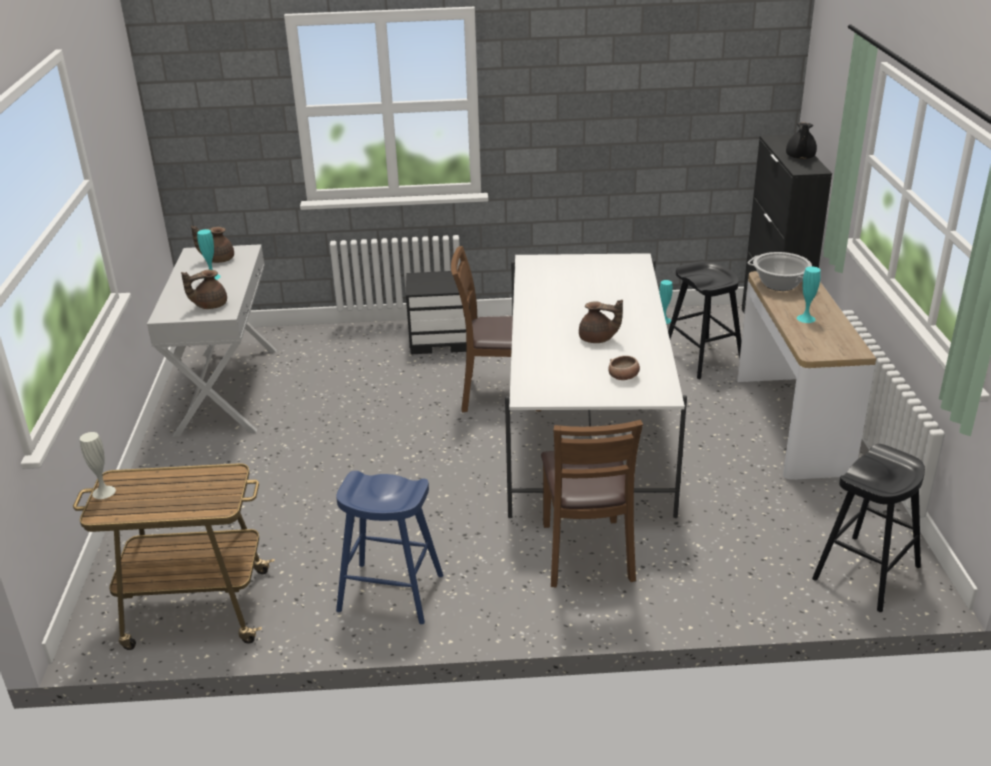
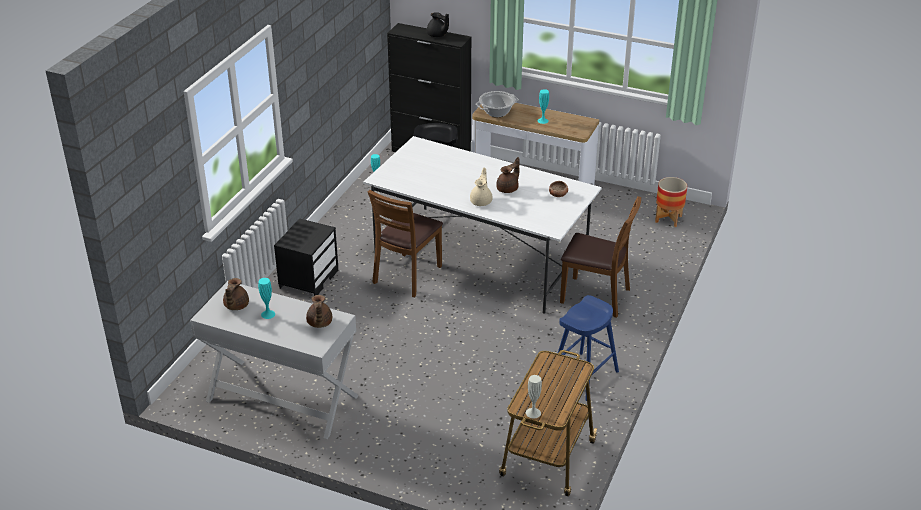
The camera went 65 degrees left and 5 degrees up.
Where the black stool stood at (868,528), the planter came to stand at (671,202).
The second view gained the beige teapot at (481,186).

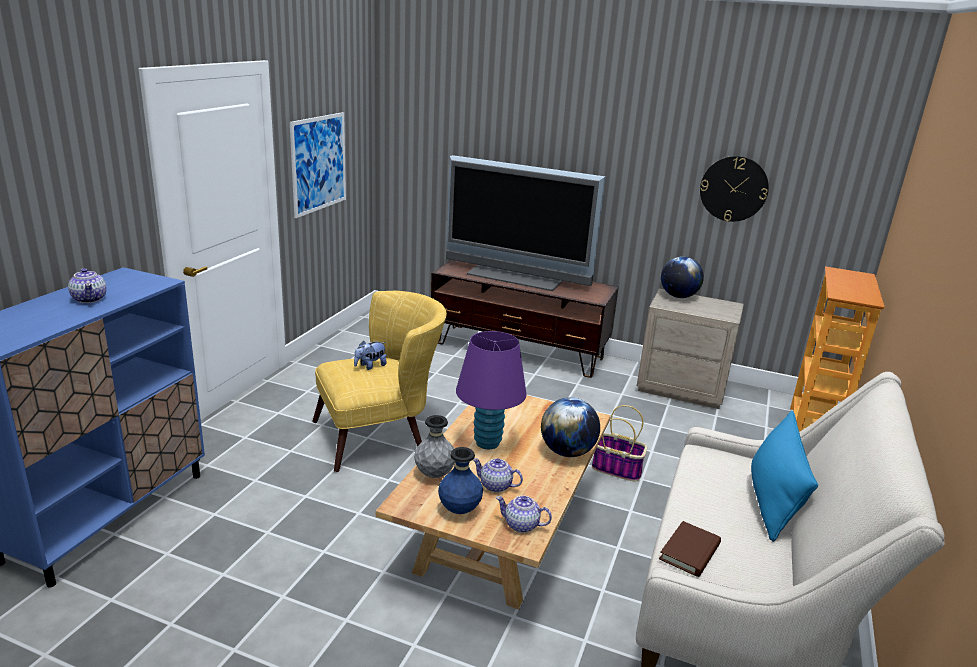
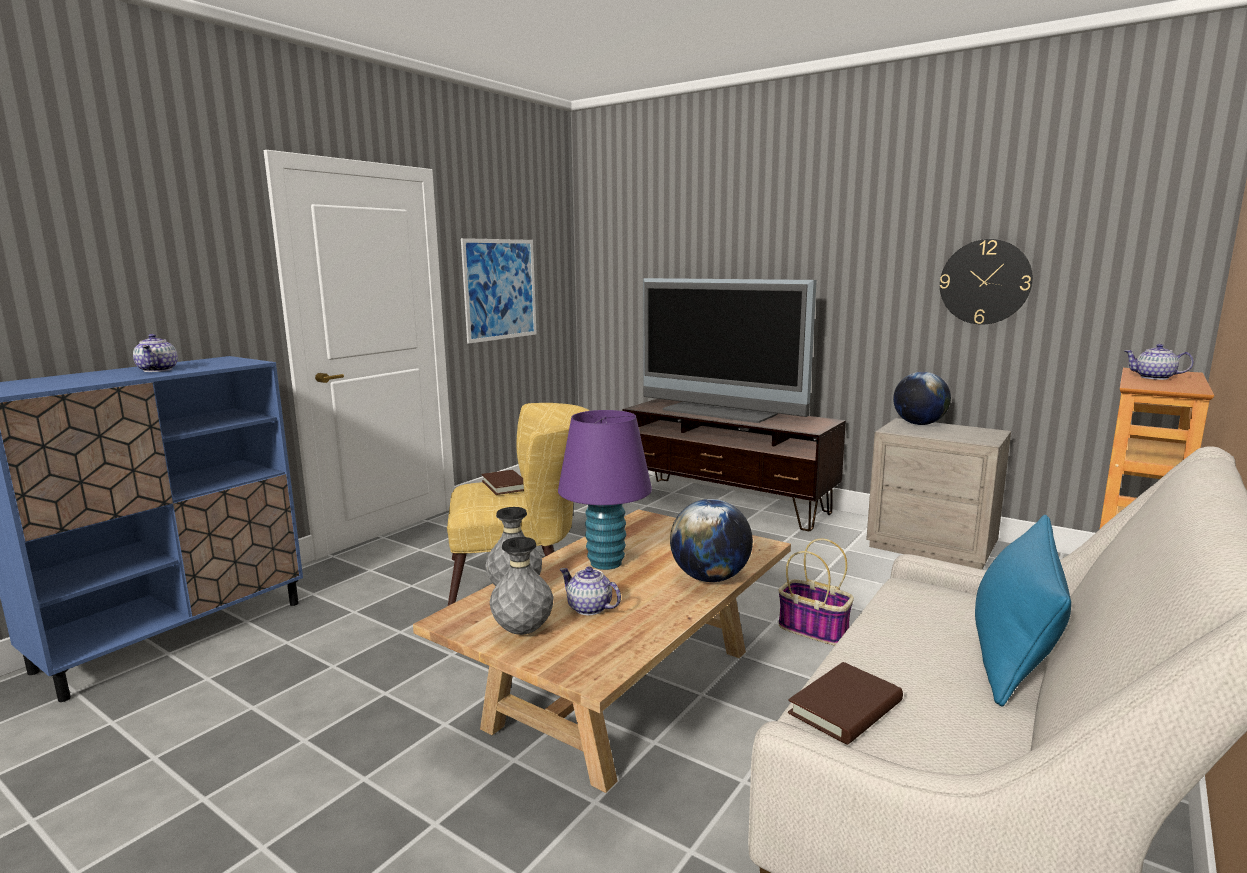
The camera went 15 degrees right and 10 degrees down.
Where the plush toy stood at (370,355), the brown book came to stand at (502,482).
What was the blue vase at (460,480) turned into the grey vase at (521,586).
The teapot ended up elsewhere, having gone from (524,514) to (1159,362).

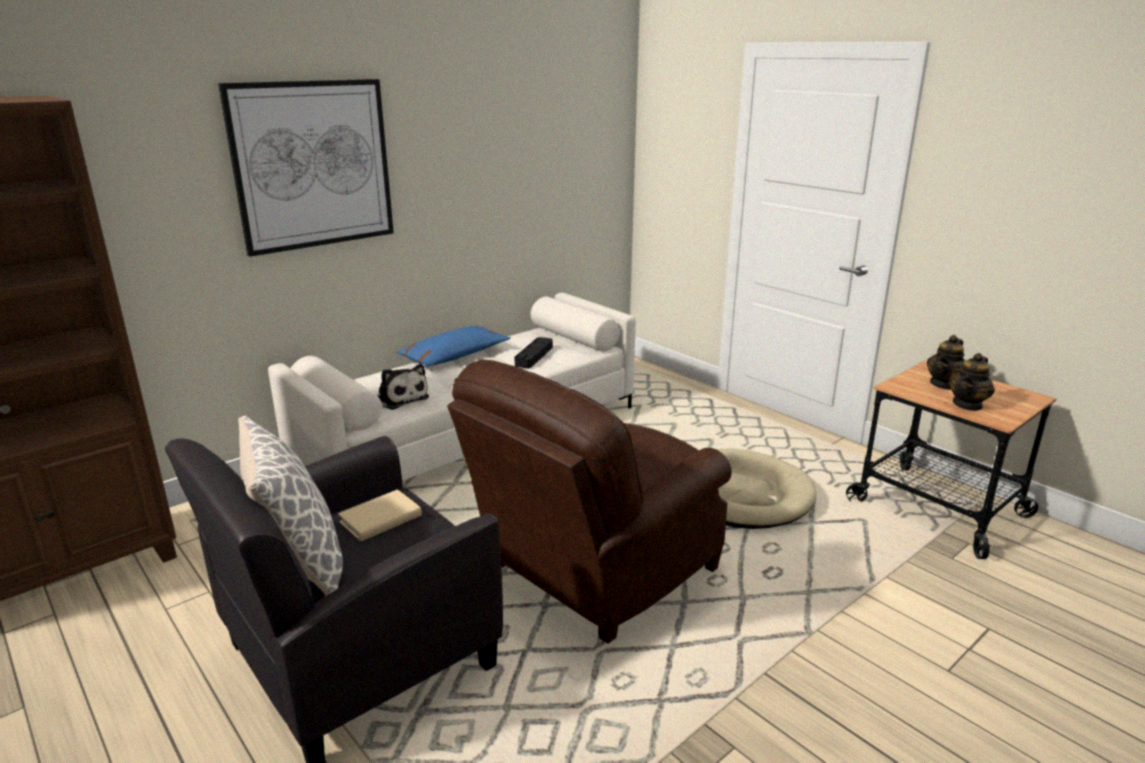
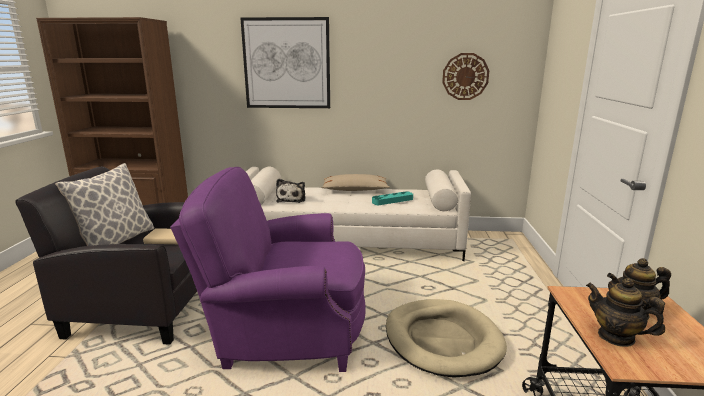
The camera went 45 degrees right and 5 degrees down.
What was the blue pillow at (454,346) turned into the beige pillow at (356,182).
What was the brown armchair at (589,502) turned into the purple armchair at (268,269).
What was the black tray at (534,352) turned into the turquoise tray at (392,198).
The teapot at (972,382) ended up facing another way, 45 degrees clockwise from before.
The second view gained the wall clock at (465,76).

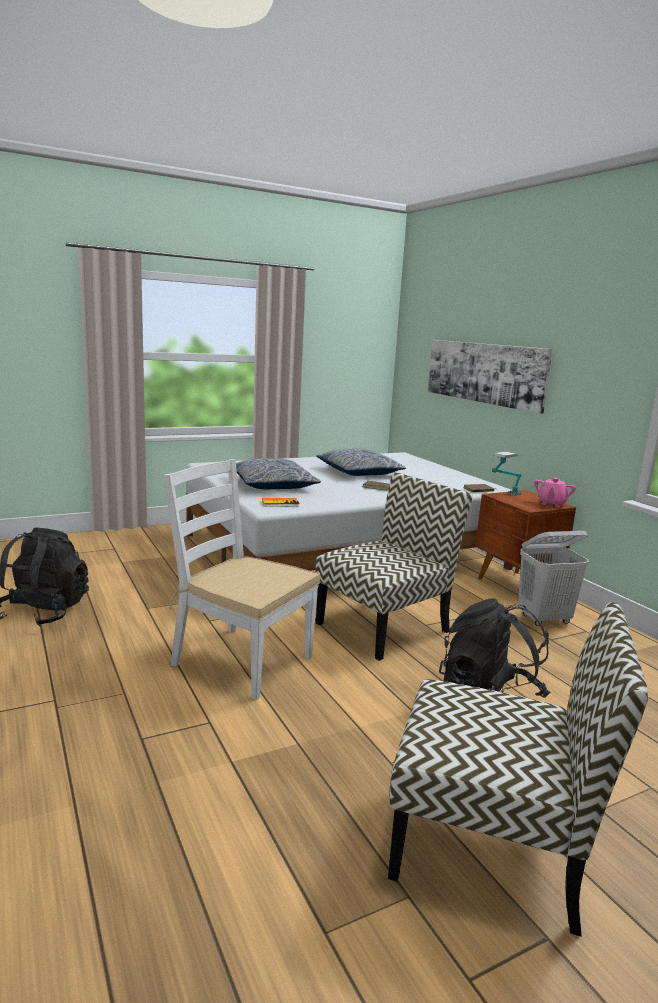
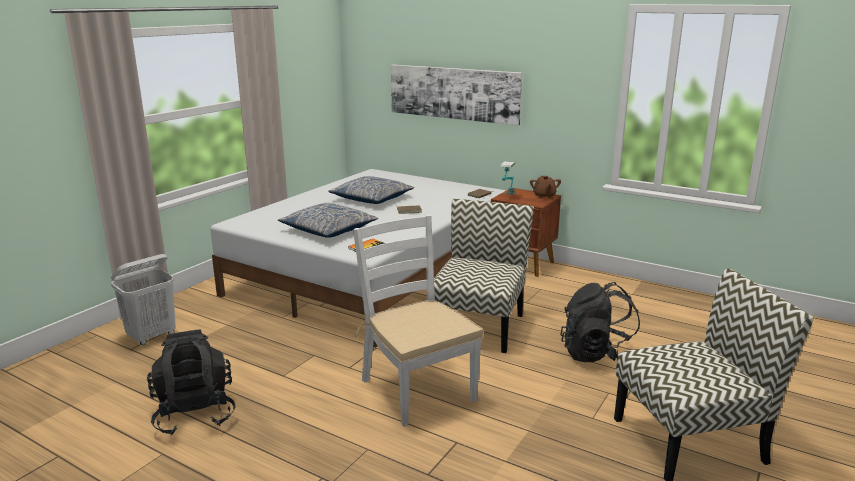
The camera went 30 degrees left and 5 degrees up.
The white chair at (241,579) ended up facing another way, 60 degrees clockwise from before.
The white laundry basket ended up elsewhere, having gone from (553,578) to (143,299).
What was the pink teapot at (555,492) turned into the brown teapot at (545,187).

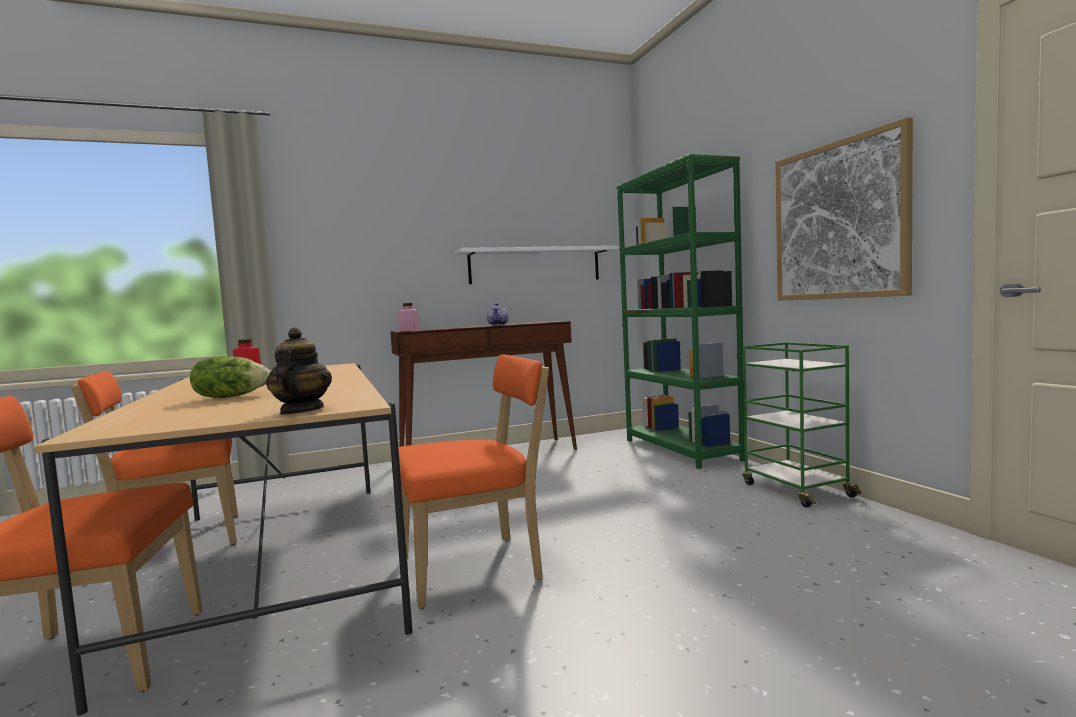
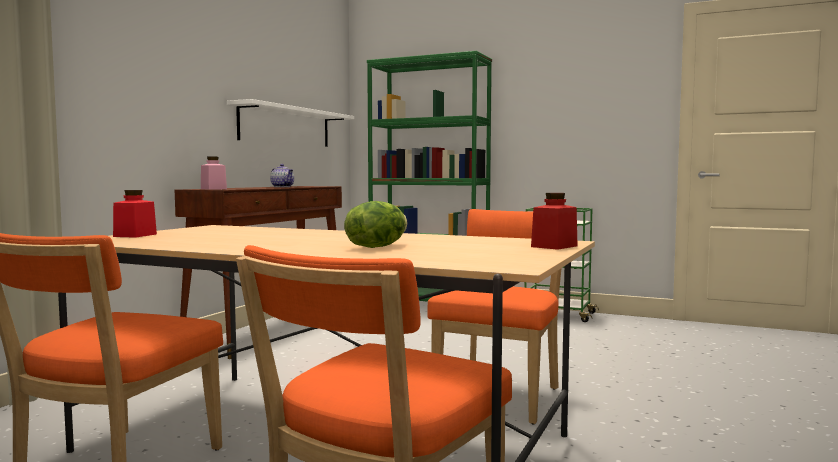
The camera went 45 degrees left and 0 degrees up.
Where the teapot stood at (299,371), the red jar came to stand at (554,221).
The second view lost the picture at (844,209).

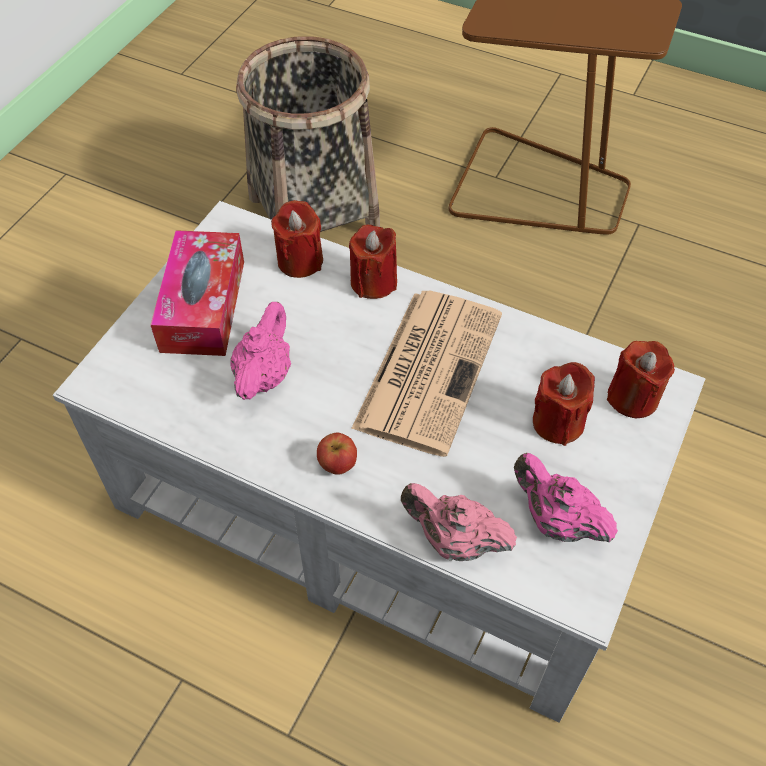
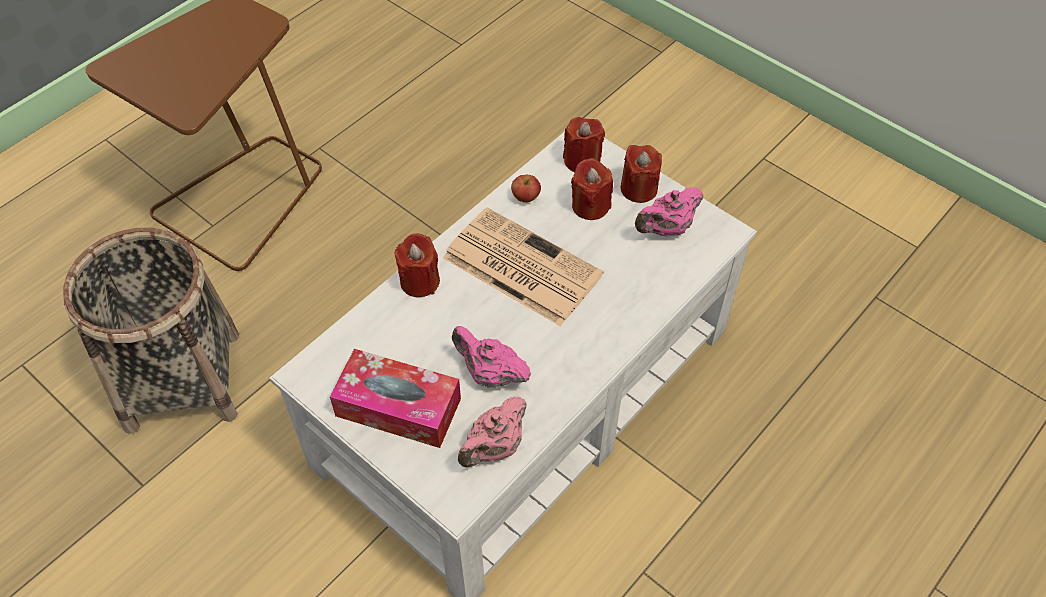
The camera went 75 degrees left and 0 degrees up.
The red candle ended up elsewhere, having gone from (297,239) to (641,174).
The apple ended up elsewhere, having gone from (337,454) to (526,189).
The pink teapot ended up elsewhere, having gone from (459,522) to (492,432).

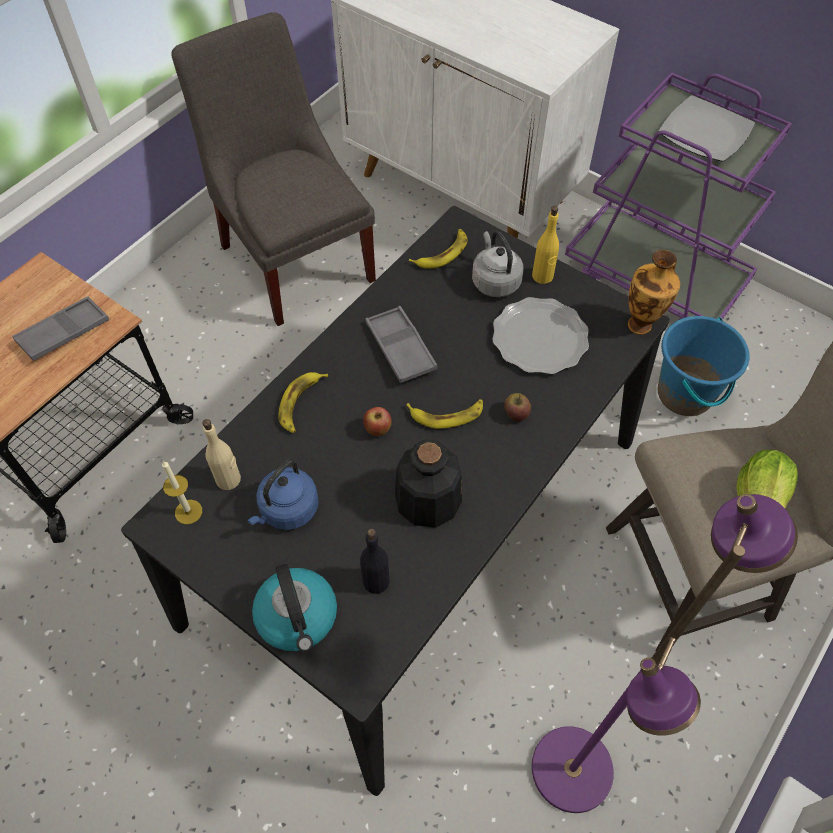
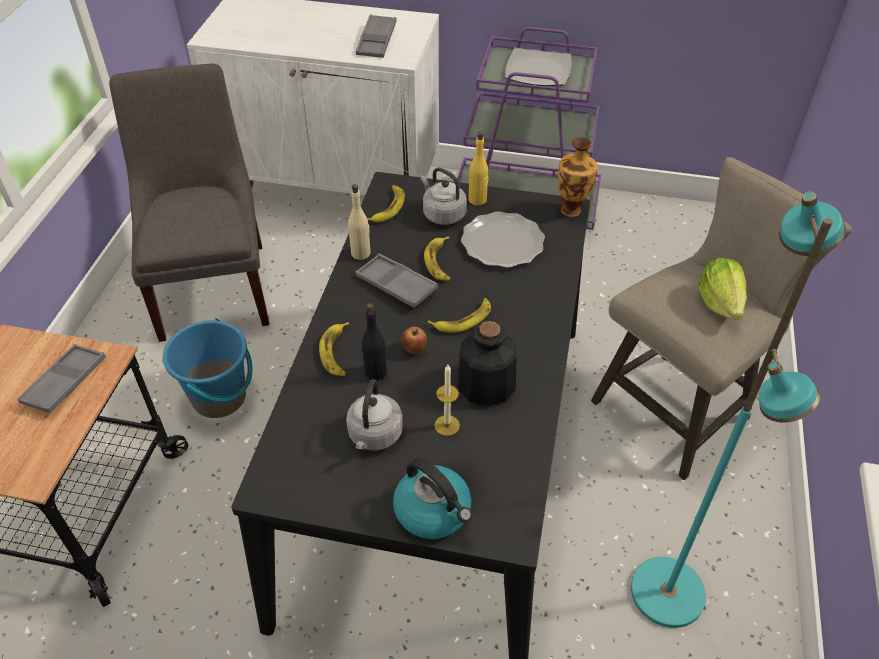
The camera went 25 degrees left and 10 degrees down.
The candle ended up elsewhere, having gone from (182,493) to (447,400).
The grey chair at (274,169) ended up facing another way, 45 degrees clockwise from before.
The beige bottle ended up elsewhere, having gone from (221,454) to (359,222).
What was the blue kettle at (283,494) turned into the grey kettle at (374,415).
The black bottle ended up elsewhere, having gone from (374,561) to (374,342).
The second view lost the apple at (517,407).
What was the purple floor lamp at (665,653) turned into the turquoise floor lamp at (738,409).
The blue bucket ended up elsewhere, having gone from (704,366) to (208,368).
The second view gained the grey tray at (376,36).
The second view gained the banana at (437,258).

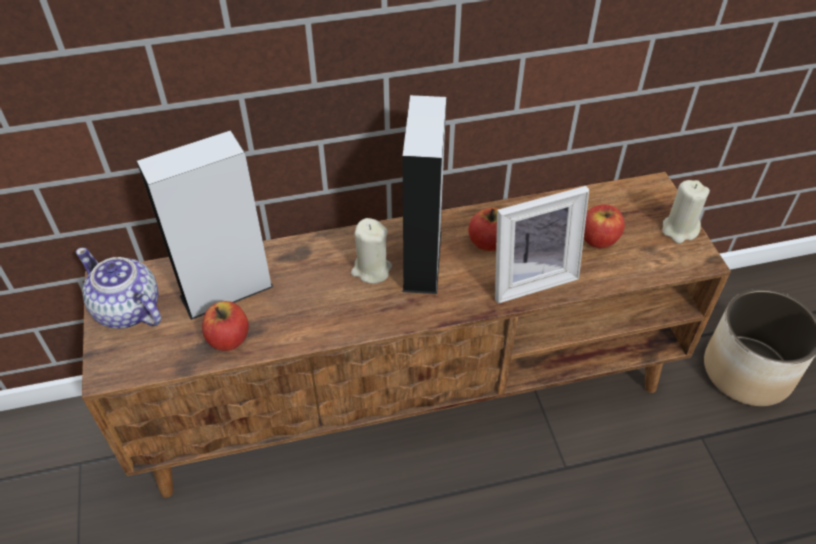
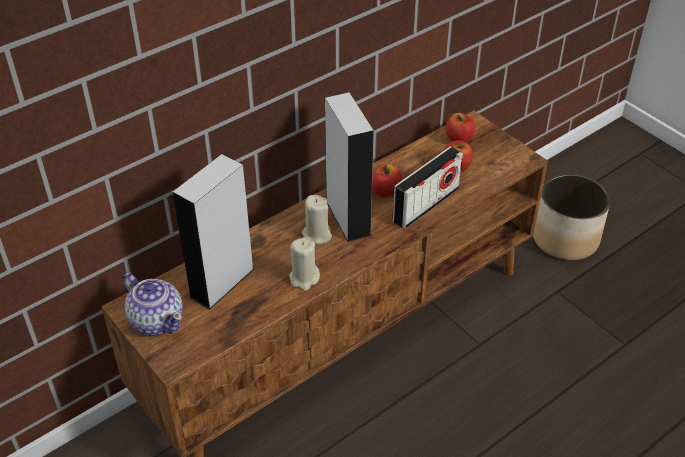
The camera went 25 degrees left and 5 degrees down.
The teapot at (118,288) ended up facing another way, 150 degrees counterclockwise from before.
The apple ended up elsewhere, having gone from (225,326) to (460,128).
Where the picture frame stood at (542,244), the radio came to stand at (427,187).
The beige candle ended up elsewhere, having gone from (686,212) to (304,264).

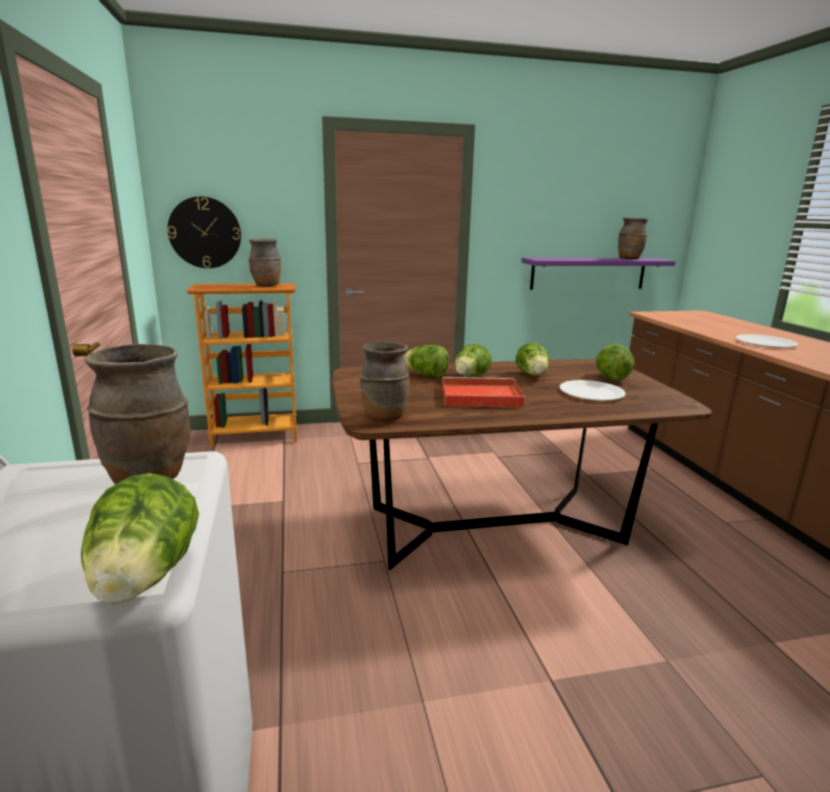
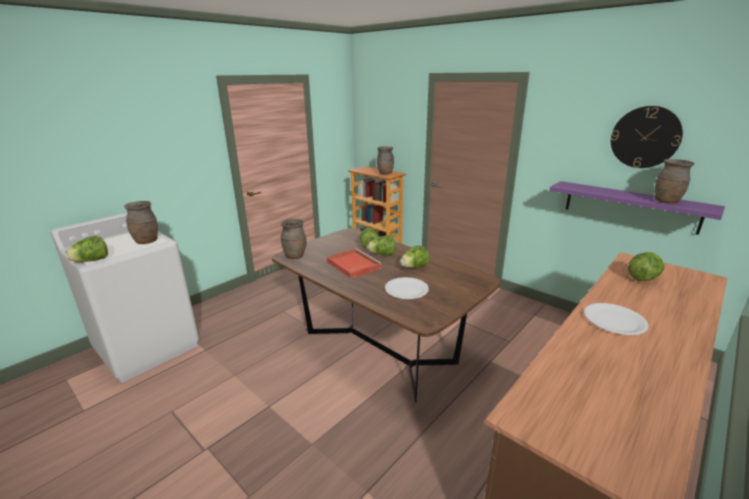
The camera went 55 degrees right and 5 degrees up.
The wall clock ended up elsewhere, having gone from (204,232) to (647,137).
The lettuce ended up elsewhere, having gone from (615,362) to (646,266).

